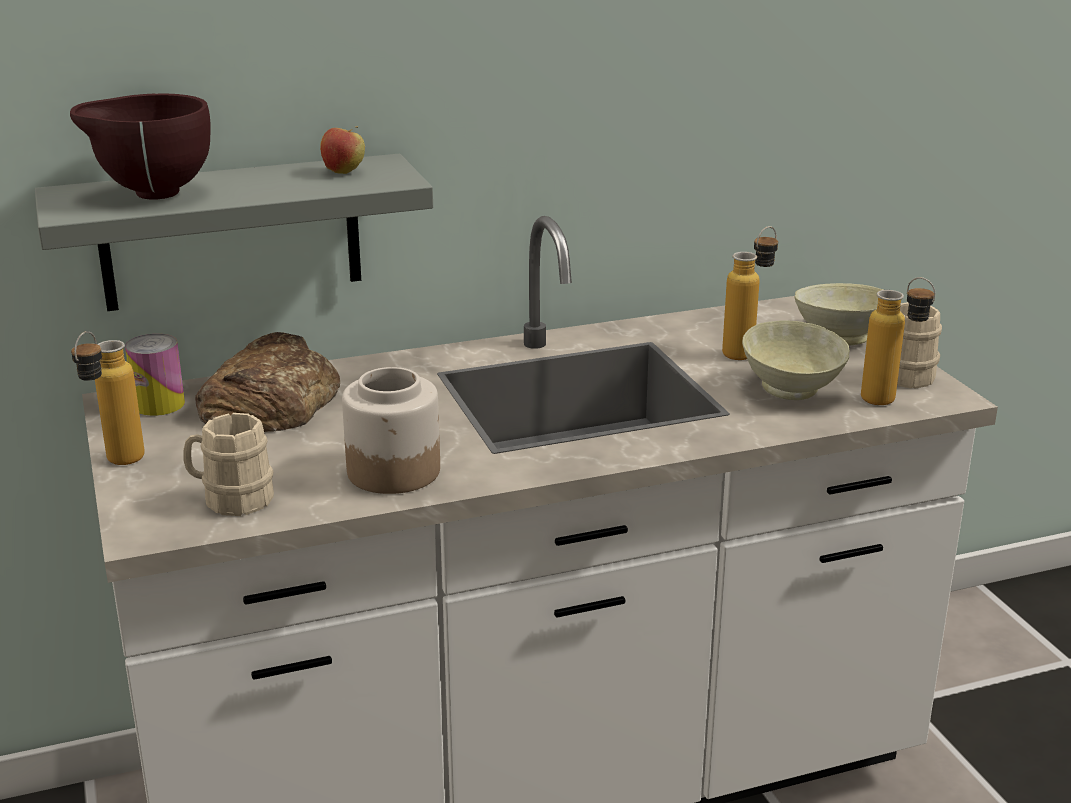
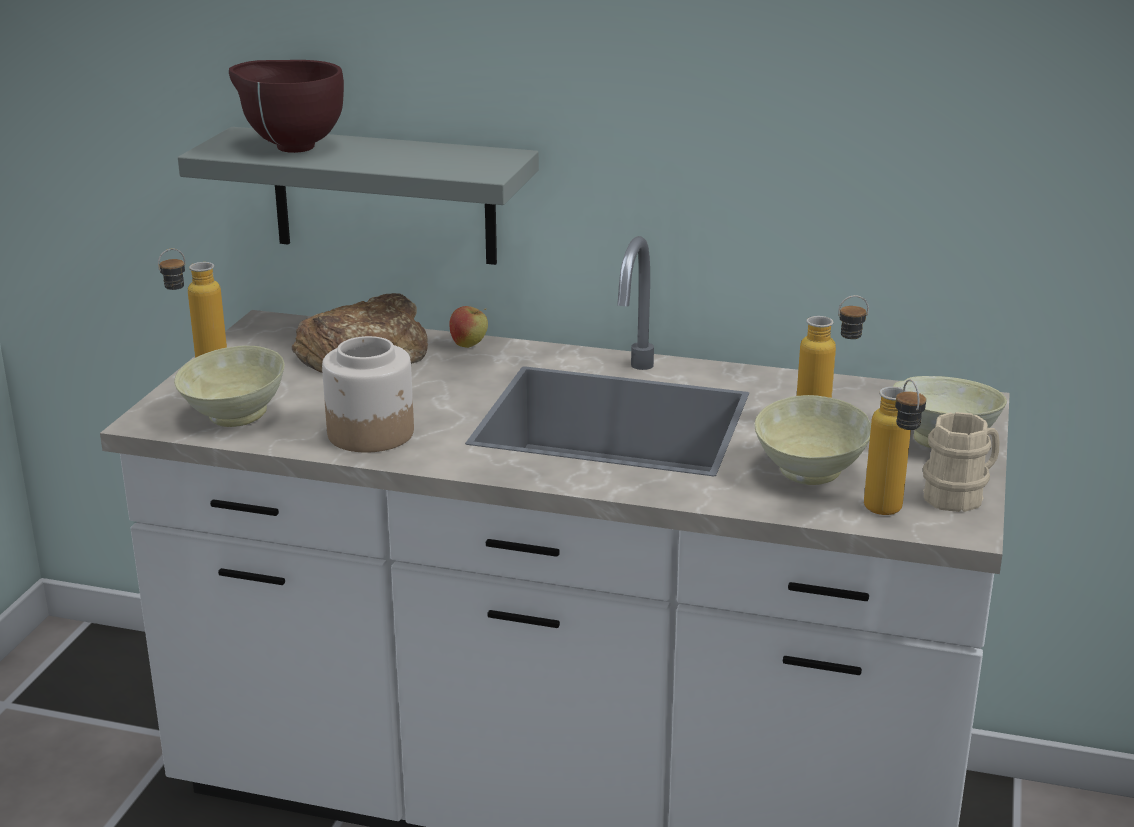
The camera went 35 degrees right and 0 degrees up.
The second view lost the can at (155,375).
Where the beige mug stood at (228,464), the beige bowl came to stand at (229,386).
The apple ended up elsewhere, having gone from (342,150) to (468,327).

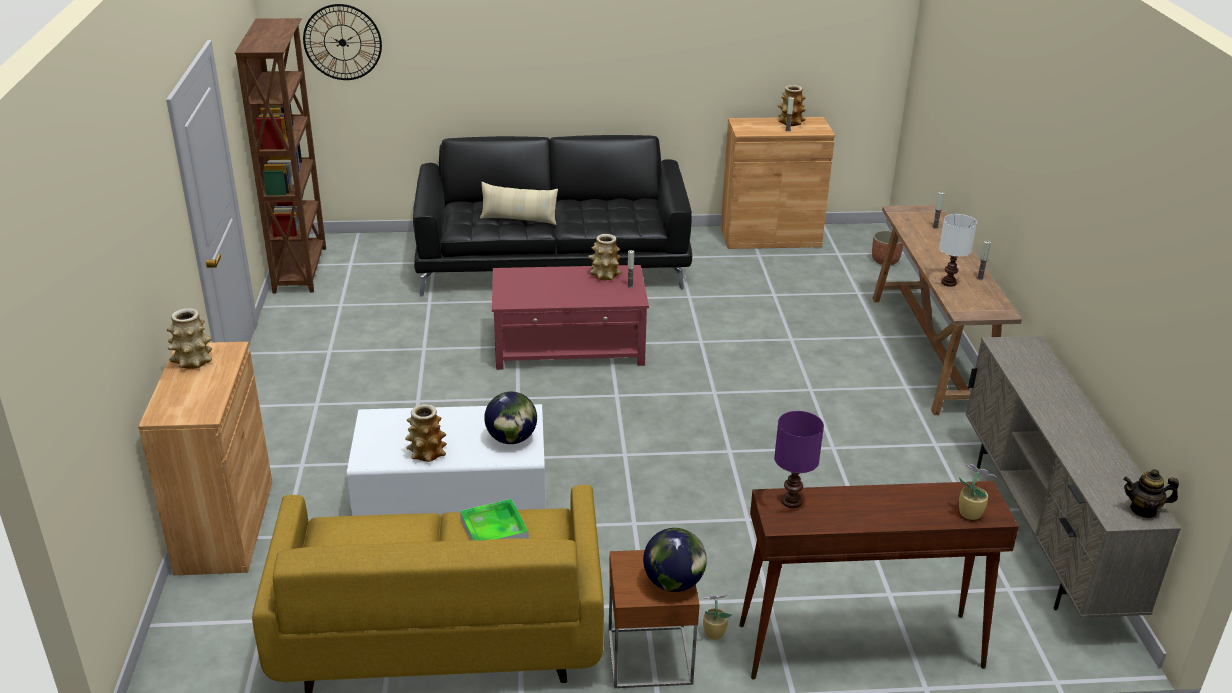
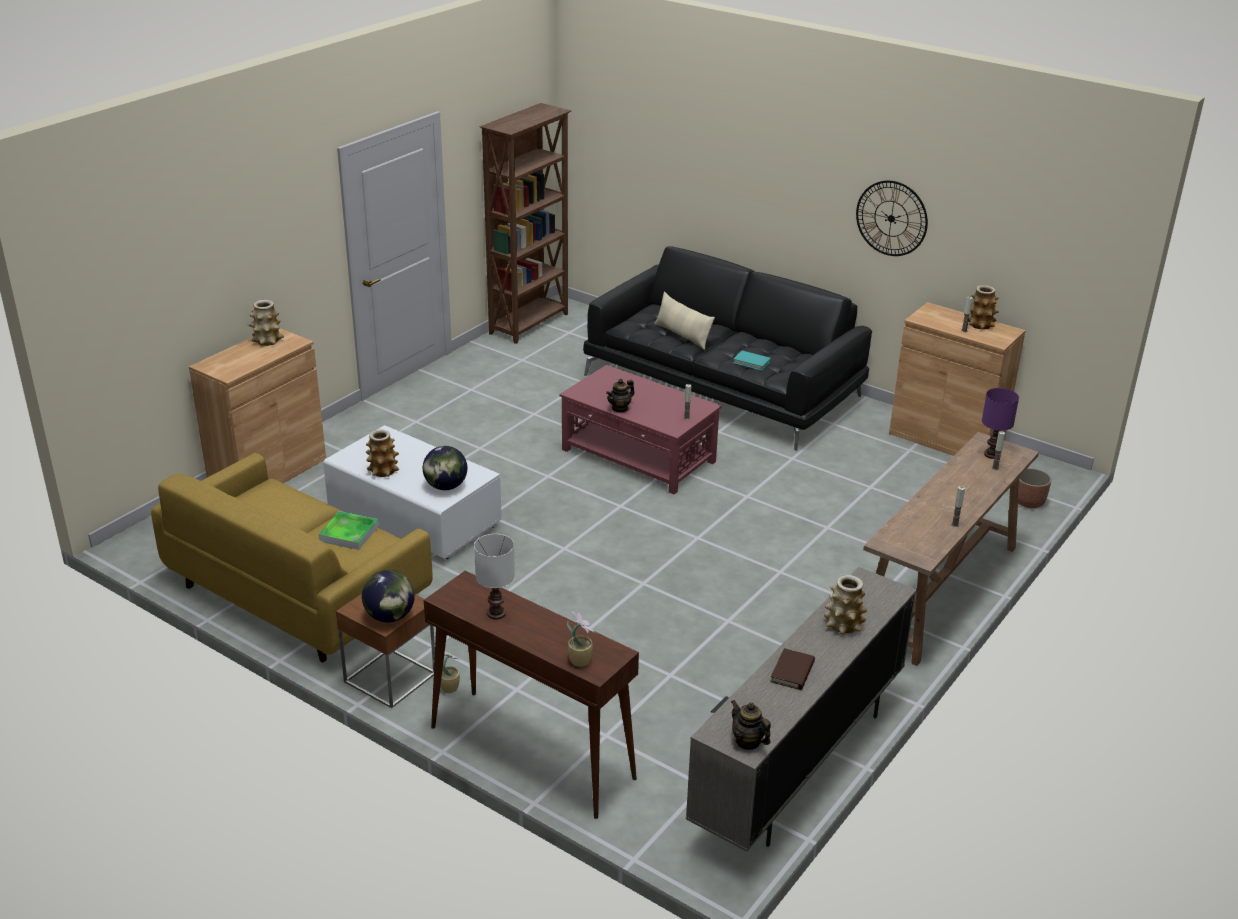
The camera went 40 degrees right and 0 degrees up.
The wall clock ended up elsewhere, having gone from (342,42) to (892,218).
The vase ended up elsewhere, having gone from (605,257) to (845,604).
The purple table lamp ended up elsewhere, having gone from (799,459) to (1000,423).
The white table lamp ended up elsewhere, having gone from (958,250) to (494,577).
The second view gained the teapot at (620,396).
The second view gained the turquoise book at (752,361).
The second view gained the brown book at (792,669).

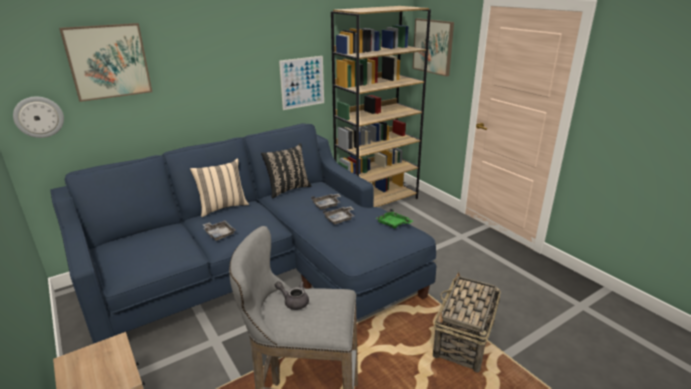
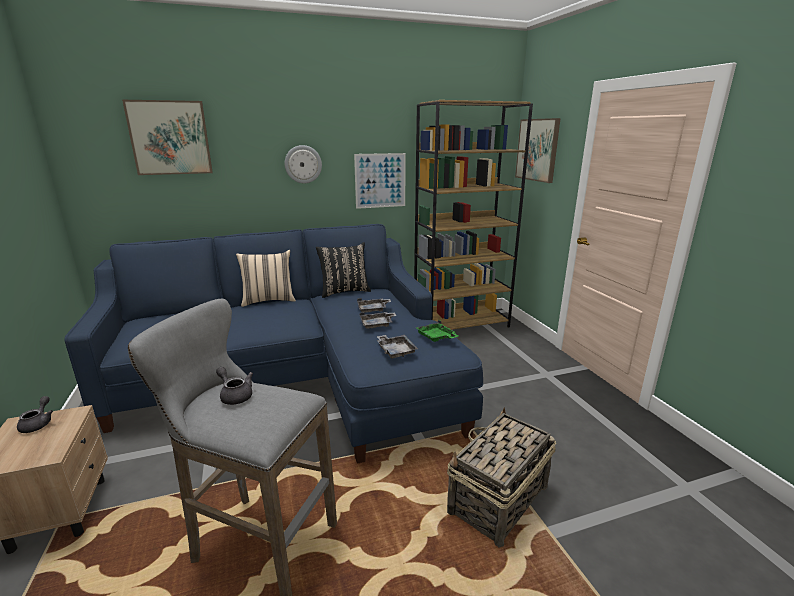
The camera went 15 degrees right and 5 degrees down.
The wall clock ended up elsewhere, having gone from (38,117) to (303,164).
The grey tray ended up elsewhere, having gone from (219,230) to (397,347).
The second view gained the grey teapot at (35,414).

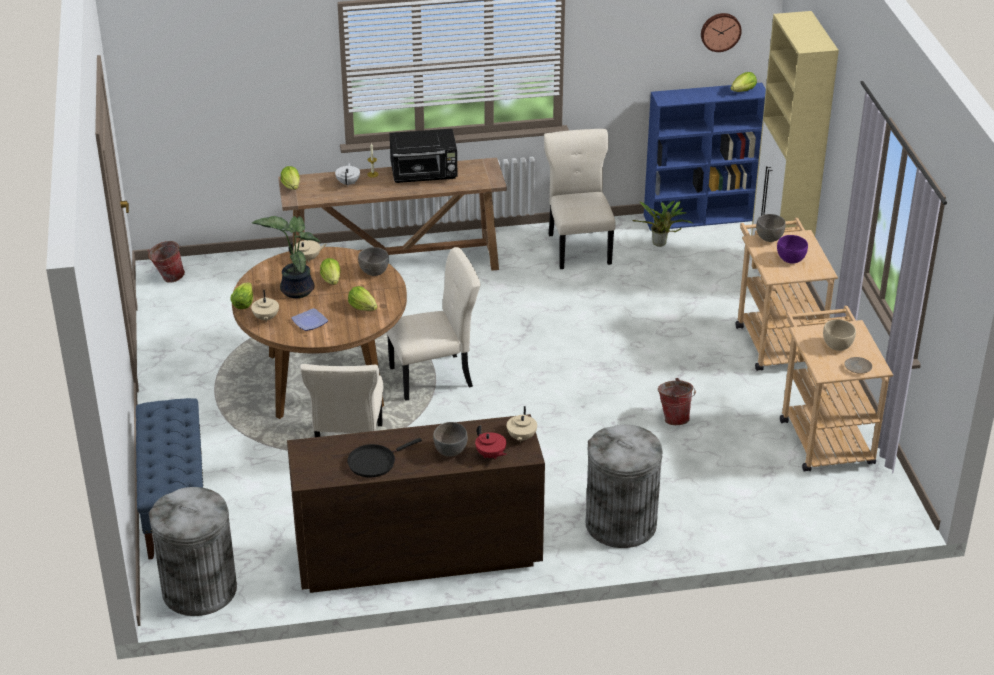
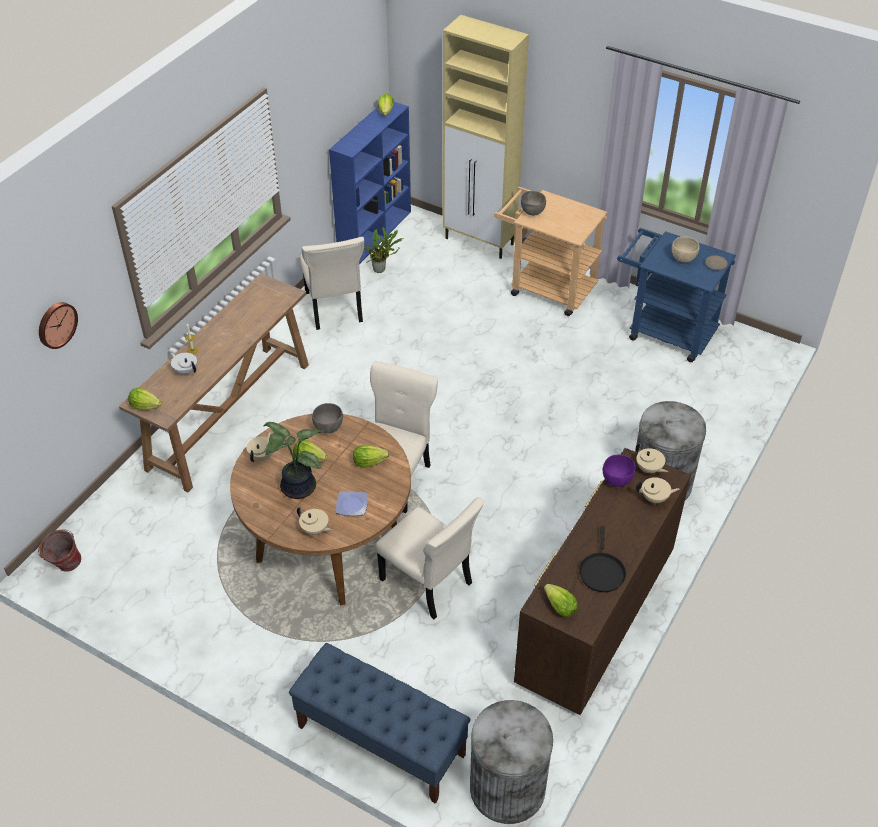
The camera went 50 degrees left and 10 degrees up.
The lettuce ended up elsewhere, having gone from (241,295) to (561,600).
The second view lost the black microwave at (424,156).
The second view lost the grey bowl at (450,439).
What was the red teapot at (491,442) turned into the beige teapot at (657,490).
The beige chair at (580,199) ended up facing another way, 135 degrees counterclockwise from before.
The second view lost the bucket at (677,401).
The wall clock ended up elsewhere, having gone from (721,32) to (58,325).
The purple bowl ended up elsewhere, having gone from (792,249) to (619,471).
What was the beige cart at (836,389) turned into the blue cart at (676,295).

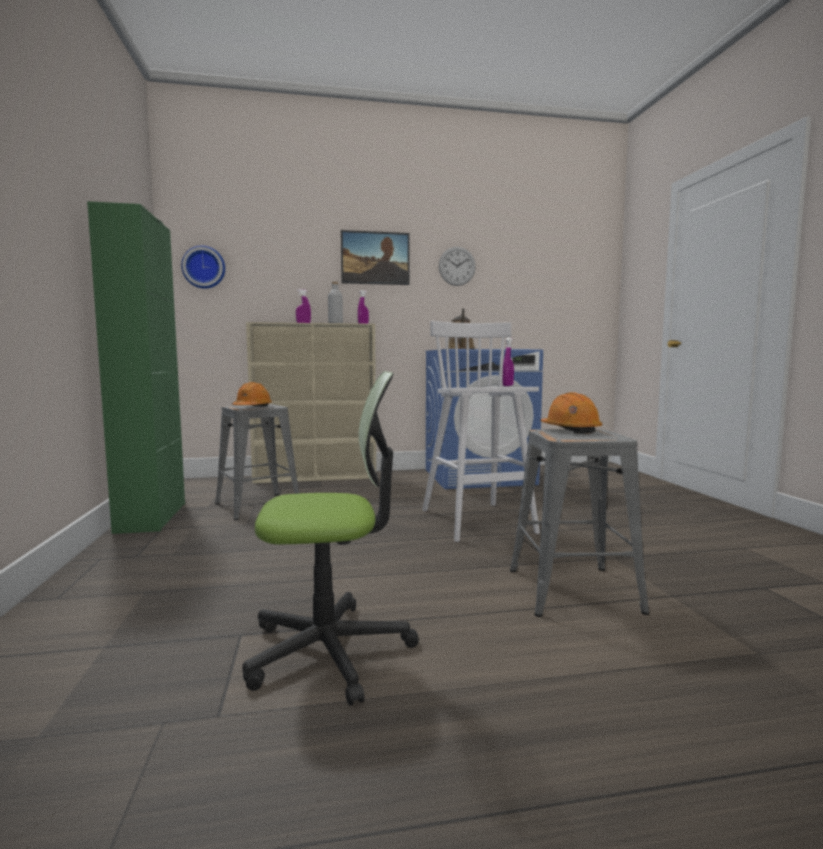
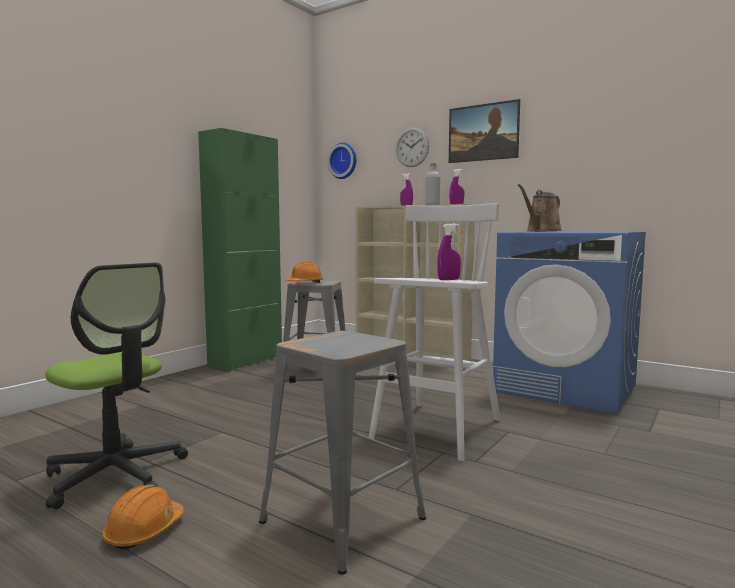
The camera went 45 degrees right and 0 degrees up.
The wall clock ended up elsewhere, having gone from (457,266) to (412,147).
The orange hard hat ended up elsewhere, having gone from (571,413) to (143,517).

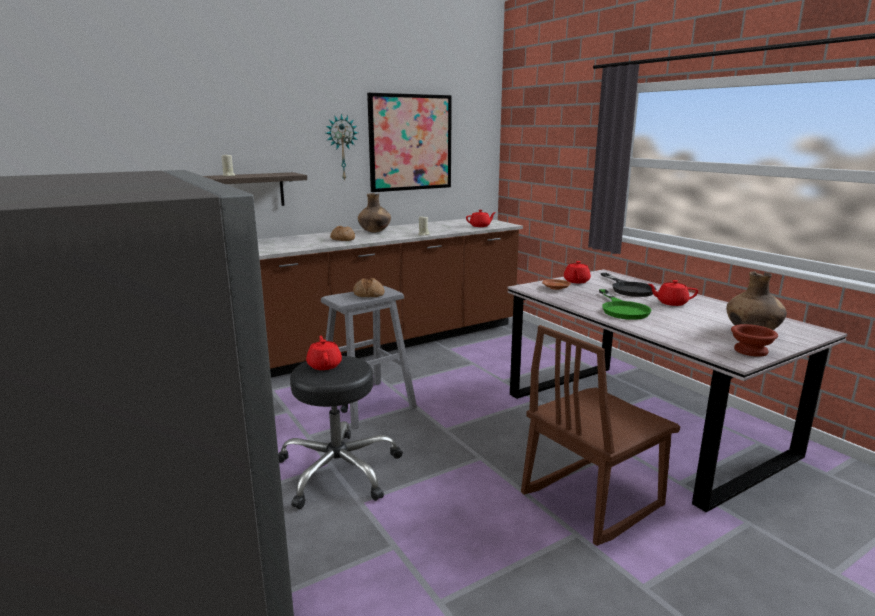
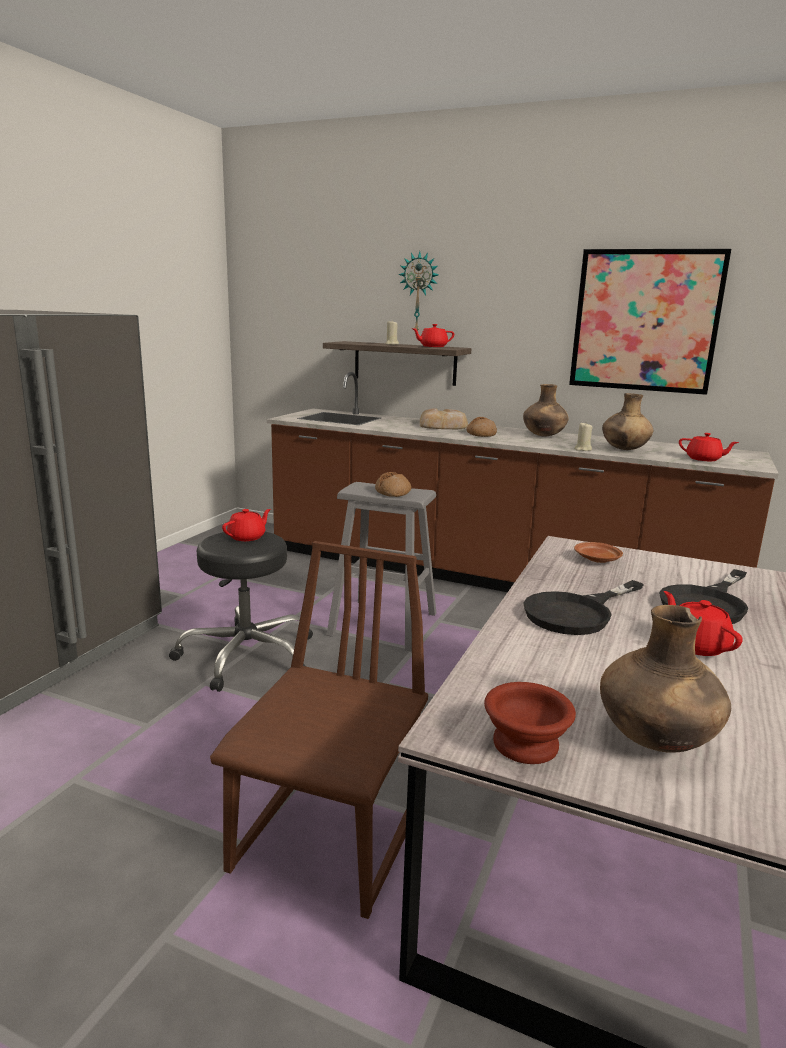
The camera went 55 degrees right and 0 degrees up.
The wall clock ended up elsewhere, having gone from (342,147) to (418,291).
The brown chair at (600,435) ended up facing another way, 90 degrees clockwise from before.
The red teapot ended up elsewhere, having gone from (577,272) to (433,335).
What was the green frying pan at (625,304) turned into the black frying pan at (583,607).
The second view gained the bread at (444,419).
The second view gained the brown vase at (628,421).

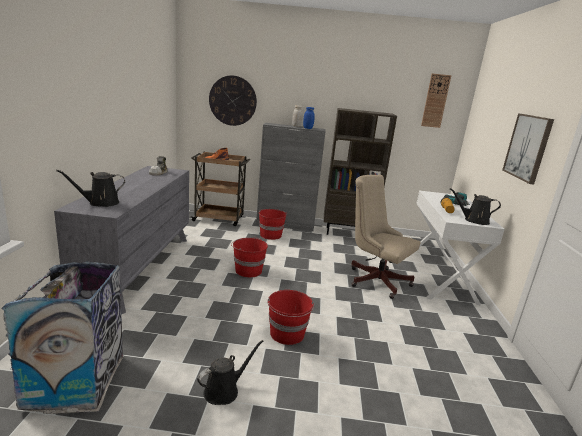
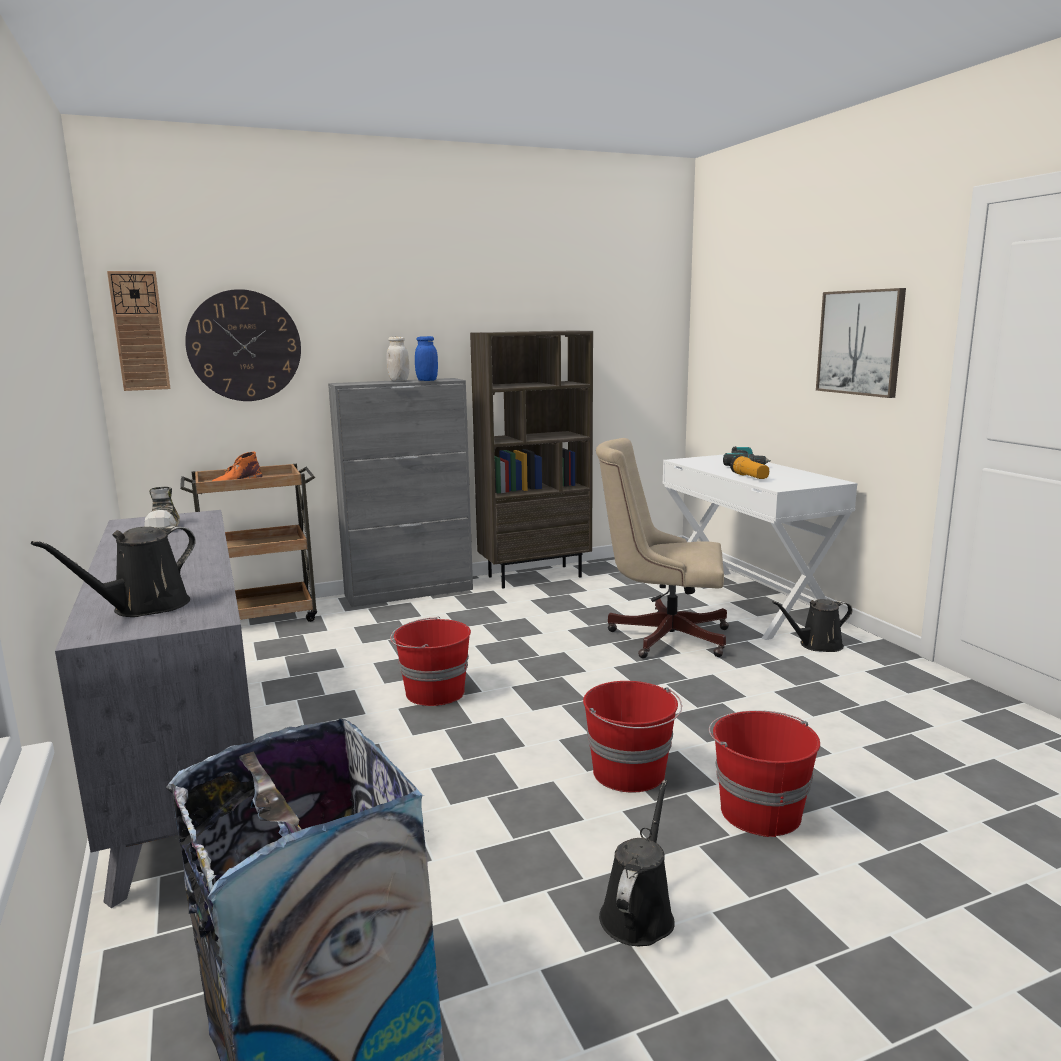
The camera went 25 degrees left and 5 degrees down.
The red bucket ended up elsewhere, having gone from (273,224) to (764,773).
The wall clock ended up elsewhere, having gone from (436,101) to (139,331).
The black watering can ended up elsewhere, having gone from (475,206) to (812,625).

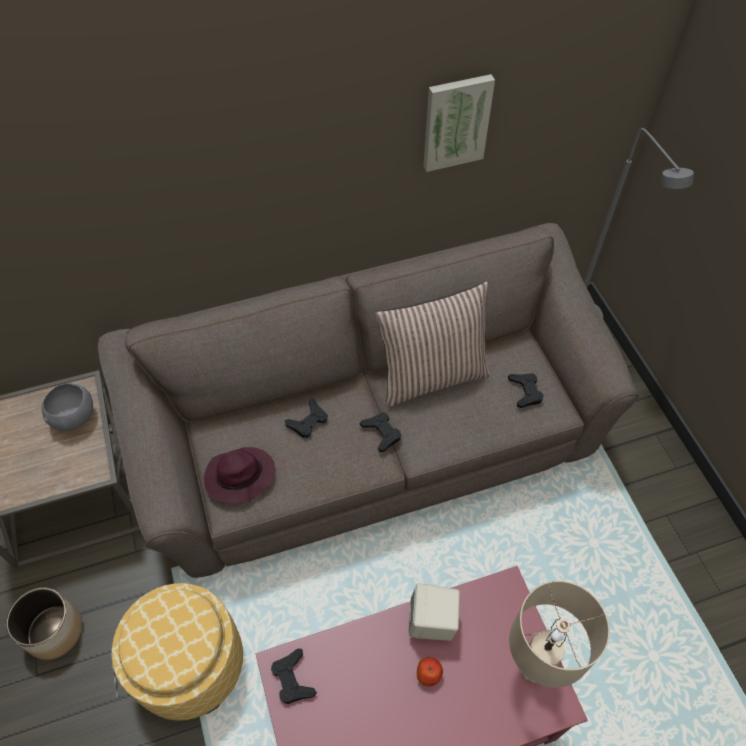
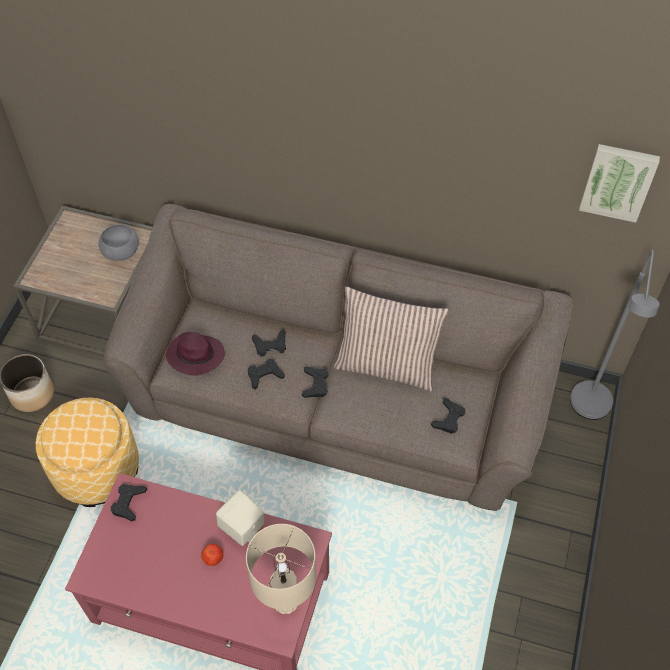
The camera went 35 degrees right and 0 degrees up.
The picture ended up elsewhere, having gone from (459,123) to (619,183).
The second view gained the black game controller at (266,374).

